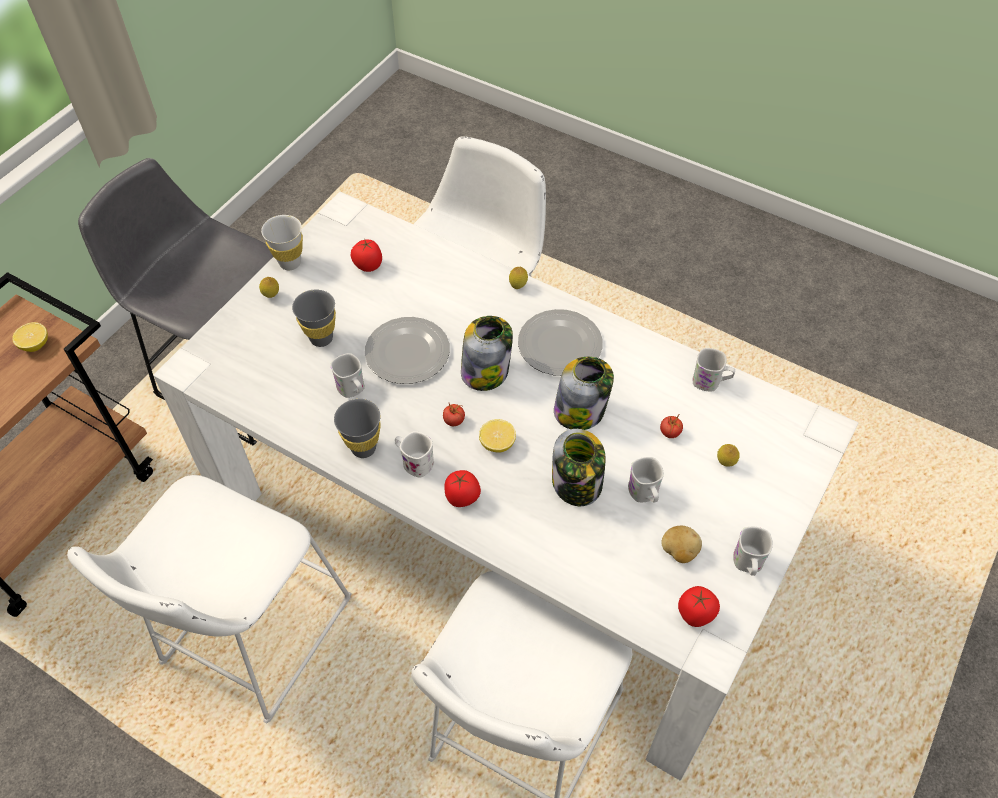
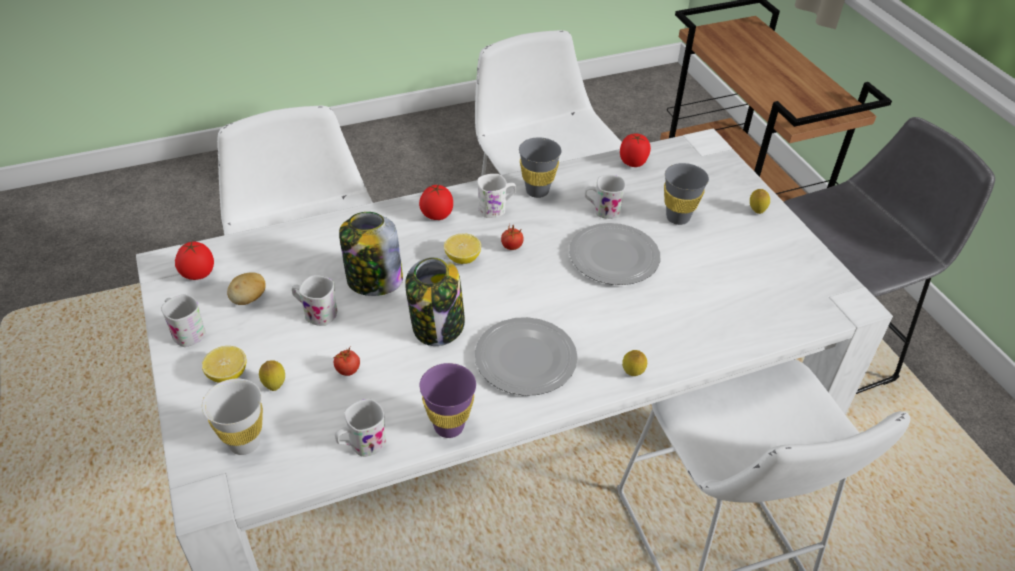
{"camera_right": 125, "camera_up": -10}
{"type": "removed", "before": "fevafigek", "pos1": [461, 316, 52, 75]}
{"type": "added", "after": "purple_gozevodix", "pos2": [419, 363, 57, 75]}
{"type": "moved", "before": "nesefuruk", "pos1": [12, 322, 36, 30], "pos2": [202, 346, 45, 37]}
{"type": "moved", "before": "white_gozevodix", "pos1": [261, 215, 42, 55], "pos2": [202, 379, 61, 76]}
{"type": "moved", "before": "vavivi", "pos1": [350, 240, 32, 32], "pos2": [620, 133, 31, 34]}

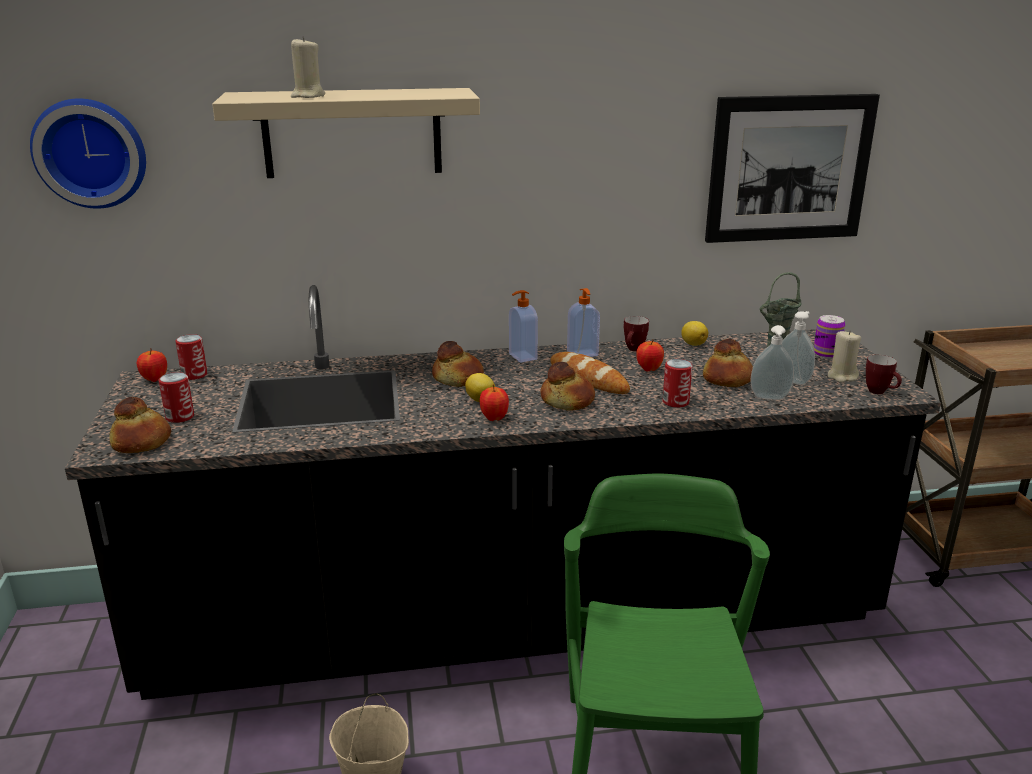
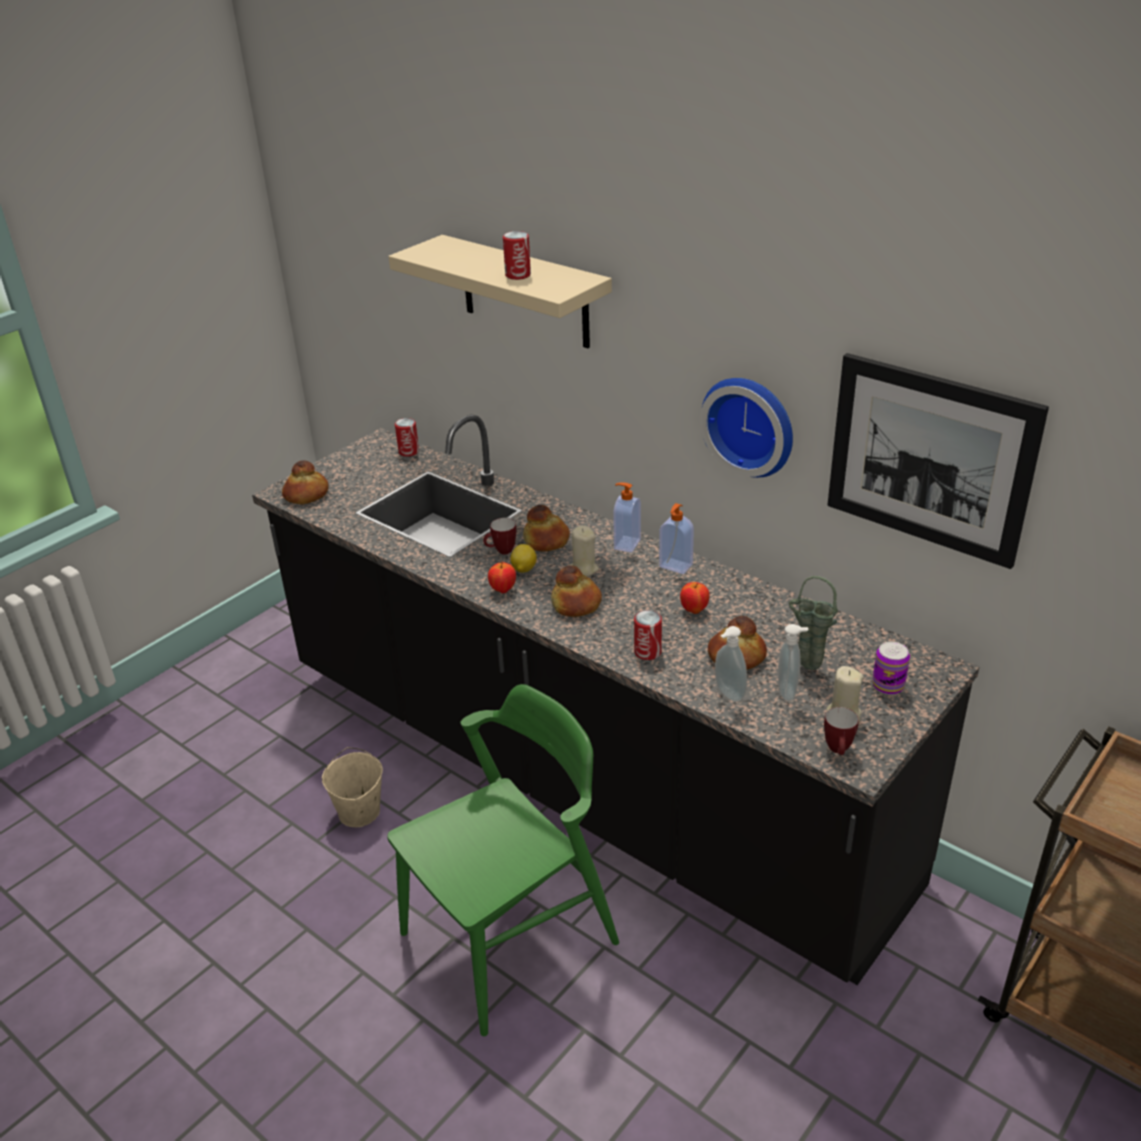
{"camera_right": 50, "camera_up": 10}
{"type": "removed", "before": "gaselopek", "pos1": [137, 348, 30, 34]}
{"type": "removed", "before": "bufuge", "pos1": [550, 352, 80, 42]}
{"type": "removed", "before": "nesefuruk", "pos1": [681, 321, 27, 25]}
{"type": "moved", "before": "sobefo", "pos1": [30, 98, 116, 111], "pos2": [700, 378, 93, 100]}
{"type": "moved", "before": "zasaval", "pos1": [159, 372, 35, 51], "pos2": [503, 231, 28, 49]}
{"type": "moved", "before": "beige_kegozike", "pos1": [291, 36, 34, 62], "pos2": [569, 525, 30, 52]}
{"type": "moved", "before": "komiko", "pos1": [624, 316, 25, 35], "pos2": [483, 518, 33, 37]}

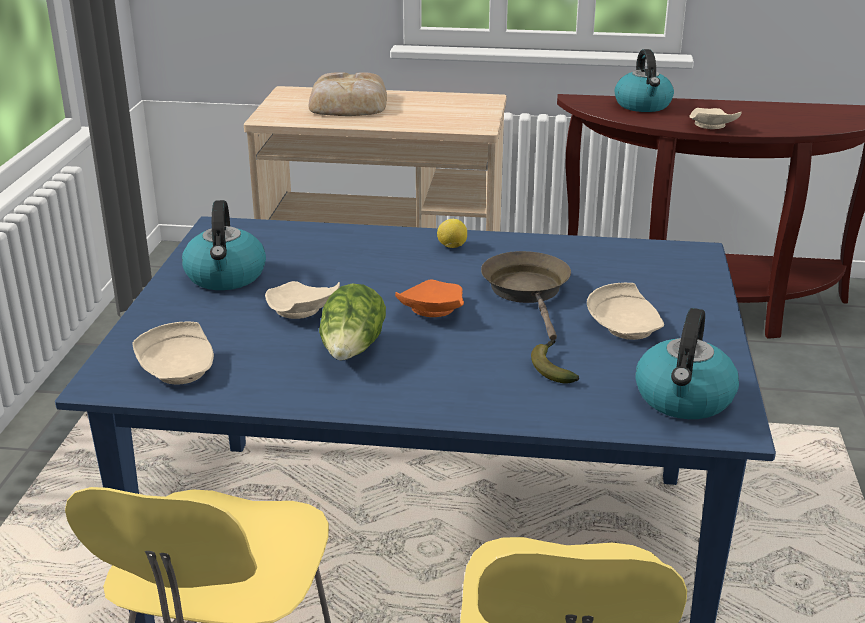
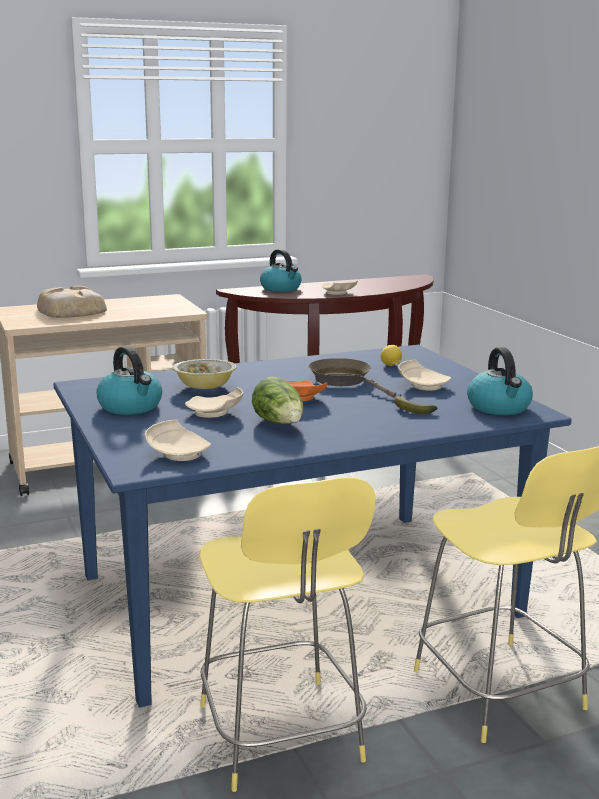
{"camera_right": -30, "camera_up": -10}
{"type": "added", "after": "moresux", "pos2": [172, 359, 65, 30]}
{"type": "moved", "before": "nesefuruk", "pos1": [437, 219, 30, 29], "pos2": [381, 345, 21, 21]}

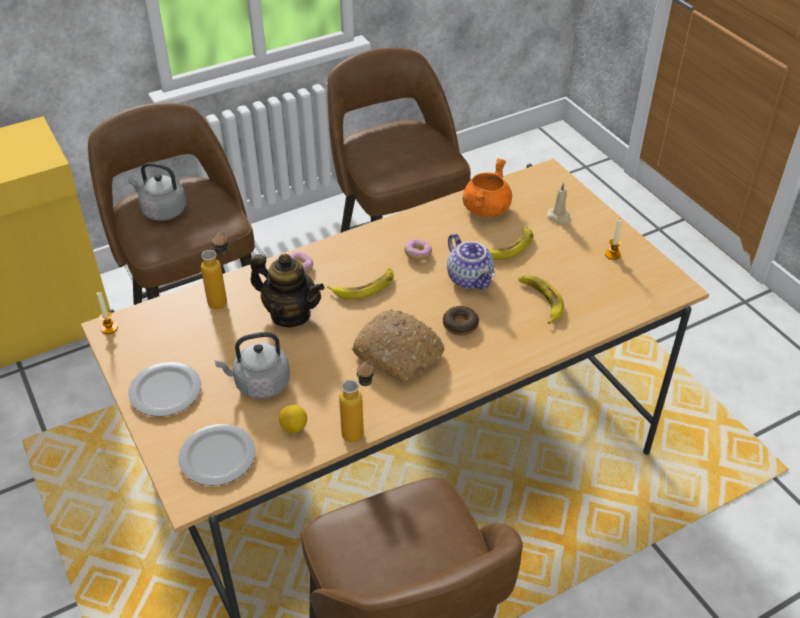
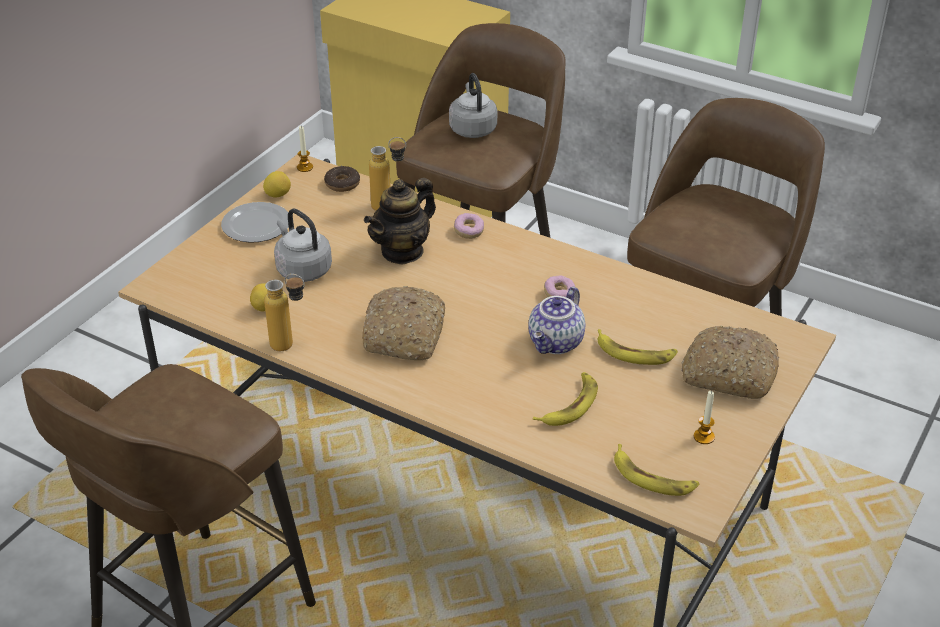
{"camera_right": 60, "camera_up": -5}
{"type": "removed", "before": "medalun", "pos1": [178, 424, 78, 62]}
{"type": "removed", "before": "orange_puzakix", "pos1": [463, 158, 49, 59]}
{"type": "added", "after": "nesefuruk", "pos2": [263, 171, 28, 27]}
{"type": "moved", "before": "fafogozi", "pos1": [327, 268, 67, 31], "pos2": [614, 444, 85, 52]}
{"type": "moved", "before": "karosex", "pos1": [443, 306, 36, 30], "pos2": [324, 166, 36, 26]}
{"type": "replaced", "before": "beige_kegozike", "after": "bufuge", "pos1": [547, 182, 23, 42], "pos2": [681, 326, 98, 73]}
{"type": "turned", "before": "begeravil", "pos1": [250, 253, 74, 74], "pos2": [364, 178, 72, 87], "turn": 45}

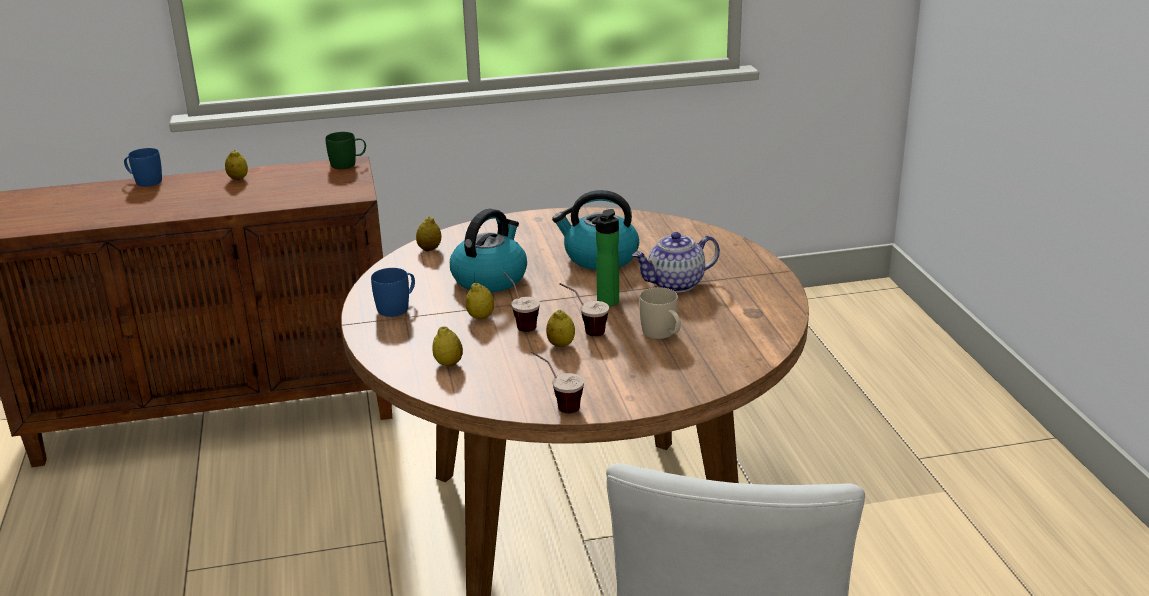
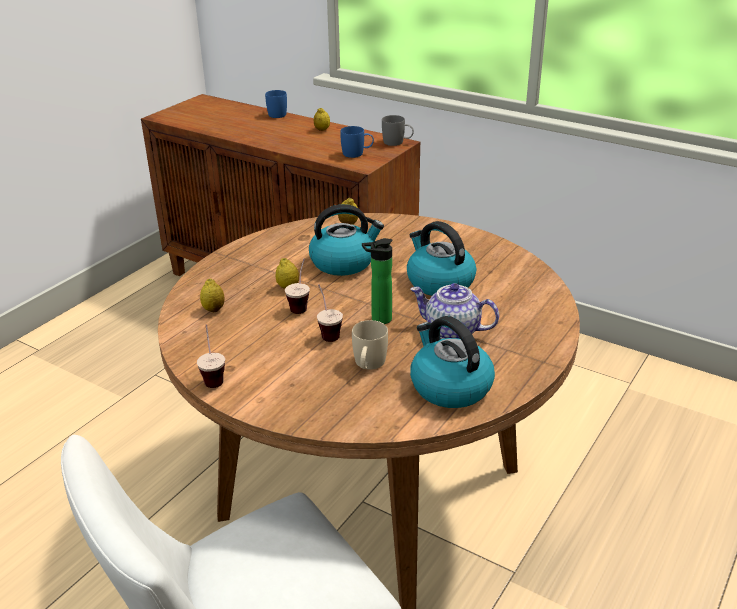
{"camera_right": 45, "camera_up": 5}
{"type": "removed", "before": "nesefuruk", "pos1": [546, 310, 29, 37]}
{"type": "added", "after": "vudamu", "pos2": [410, 316, 85, 92]}
{"type": "moved", "before": "blue_komiko", "pos1": [371, 268, 44, 49], "pos2": [340, 126, 34, 32]}
{"type": "recoloured", "before": "green_komiko", "after": "grey_komiko", "pos1": [325, 132, 41, 37], "pos2": [382, 115, 32, 31]}

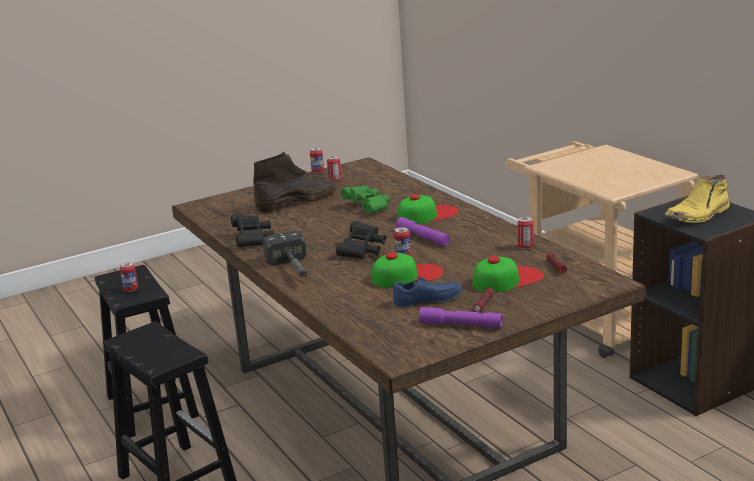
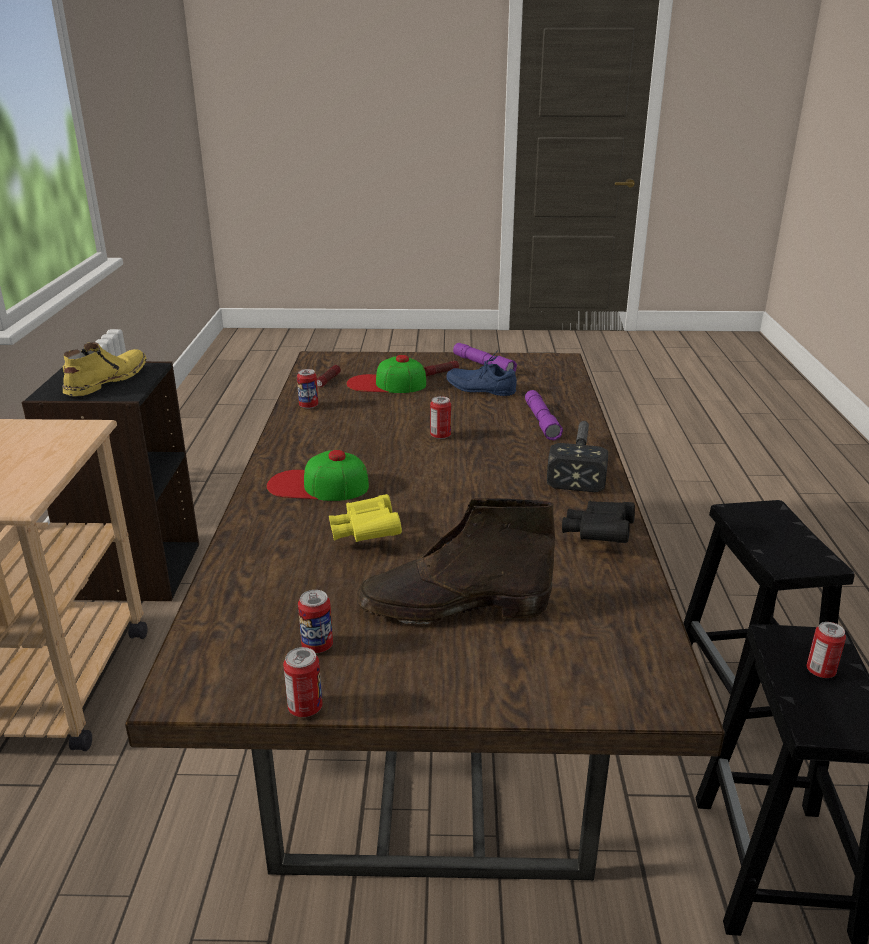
{"camera_right": -150, "camera_up": 5}
{"type": "removed", "before": "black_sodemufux", "pos1": [336, 221, 50, 38]}
{"type": "removed", "before": "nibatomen", "pos1": [372, 252, 72, 36]}
{"type": "moved", "before": "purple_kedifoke", "pos1": [396, 217, 54, 29], "pos2": [525, 390, 38, 51]}
{"type": "recoloured", "before": "green_sodemufux", "after": "yellow_sodemufux", "pos1": [341, 185, 49, 29], "pos2": [329, 494, 73, 48]}
{"type": "turned", "before": "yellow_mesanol", "pos1": [665, 174, 65, 49], "pos2": [62, 342, 85, 55], "turn": -60}

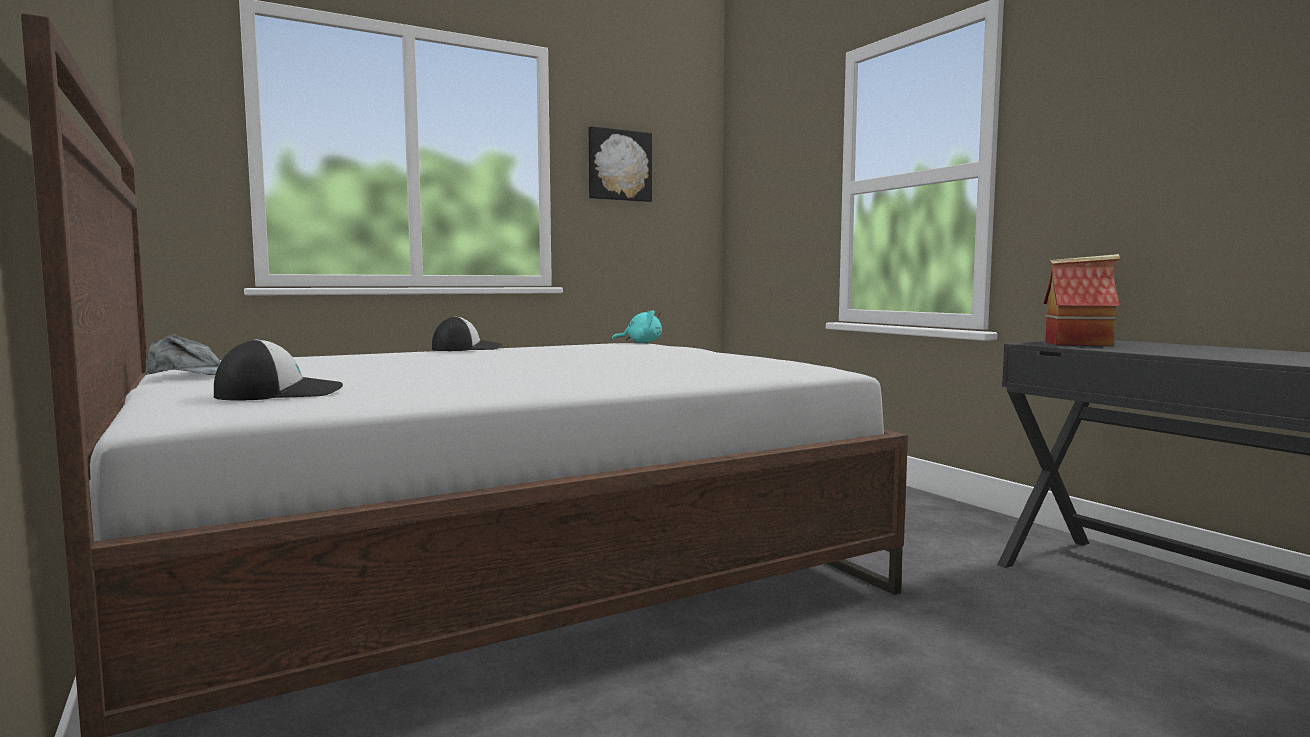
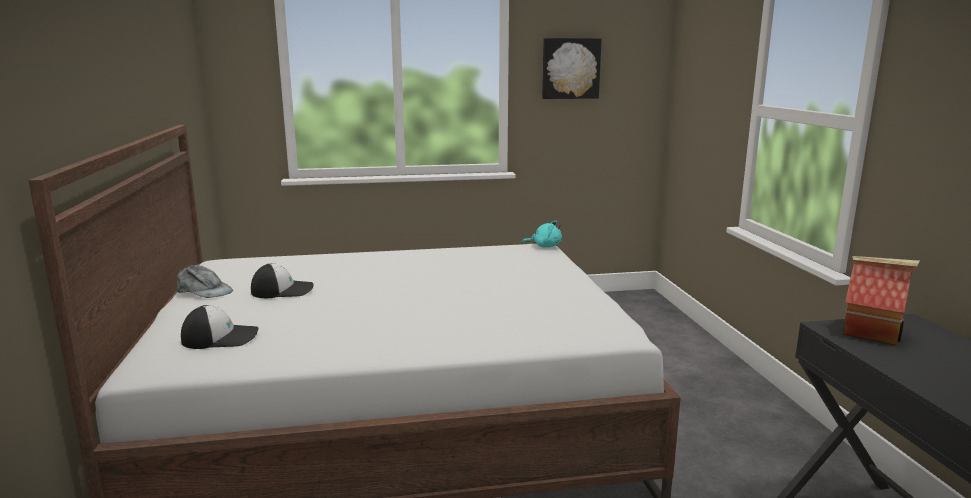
{"camera_right": 20, "camera_up": 10}
{"type": "moved", "before": "nibatomen", "pos1": [432, 316, 71, 35], "pos2": [251, 263, 63, 35]}

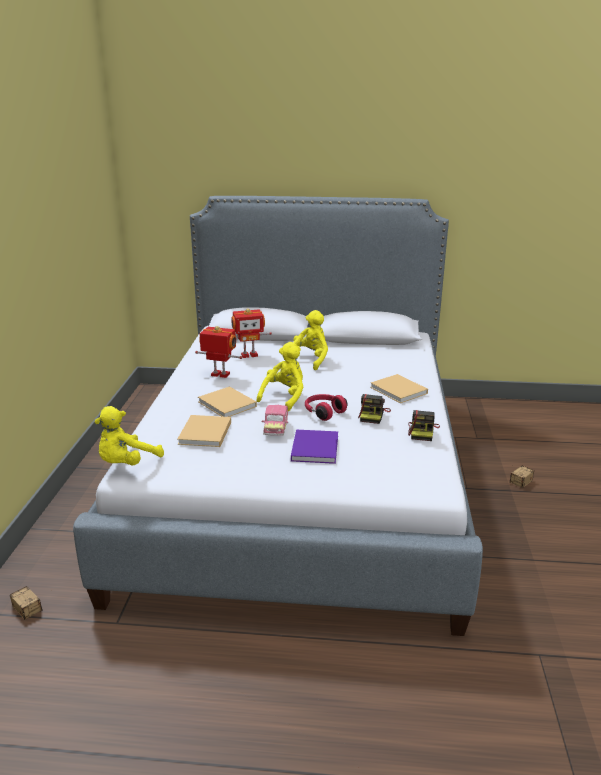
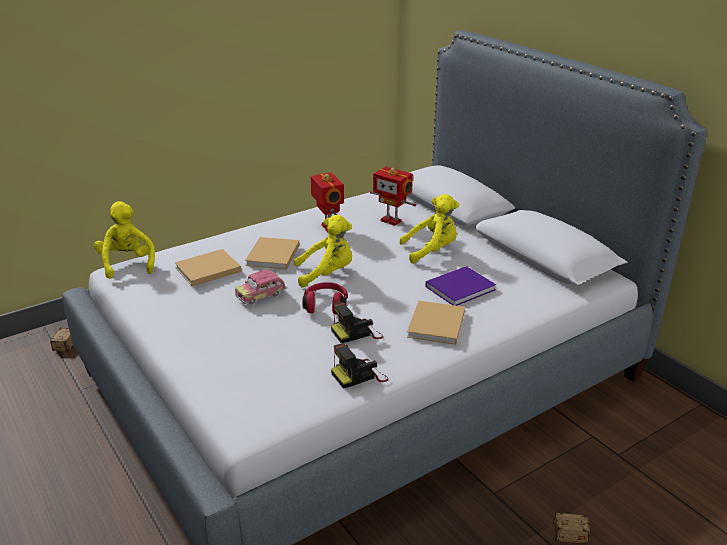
{"camera_right": 50, "camera_up": 5}
{"type": "moved", "before": "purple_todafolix", "pos1": [291, 430, 47, 34], "pos2": [425, 266, 71, 40]}
{"type": "turned", "before": "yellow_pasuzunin", "pos1": [95, 406, 69, 59], "pos2": [94, 201, 61, 78], "turn": 75}

